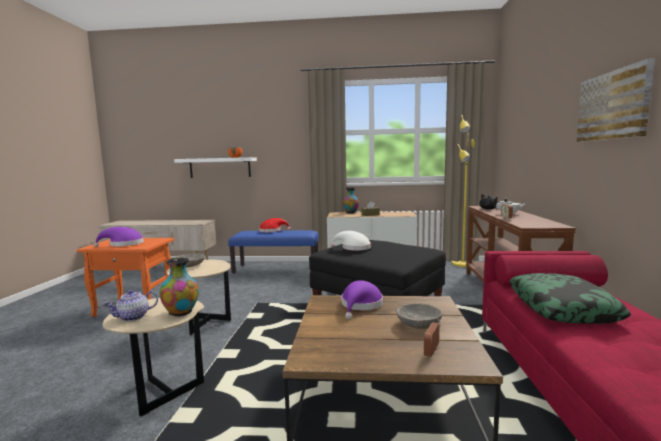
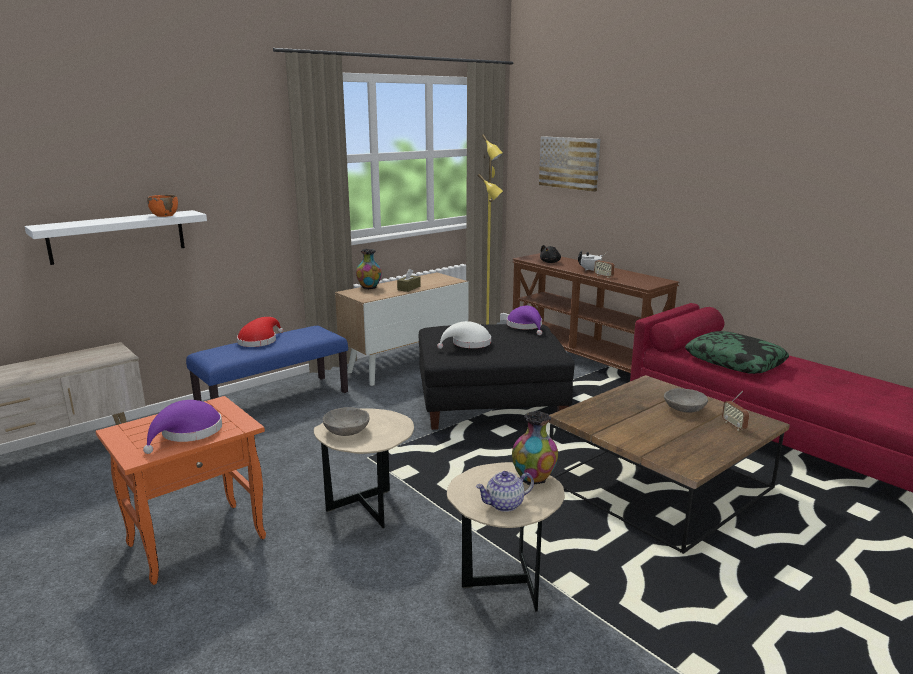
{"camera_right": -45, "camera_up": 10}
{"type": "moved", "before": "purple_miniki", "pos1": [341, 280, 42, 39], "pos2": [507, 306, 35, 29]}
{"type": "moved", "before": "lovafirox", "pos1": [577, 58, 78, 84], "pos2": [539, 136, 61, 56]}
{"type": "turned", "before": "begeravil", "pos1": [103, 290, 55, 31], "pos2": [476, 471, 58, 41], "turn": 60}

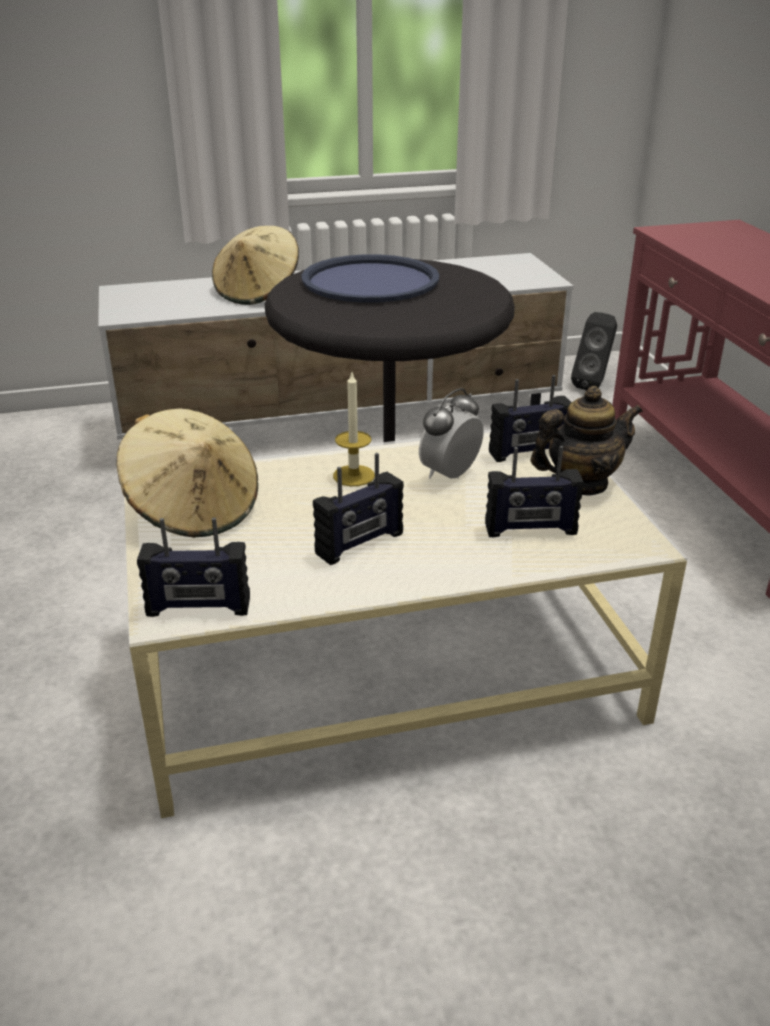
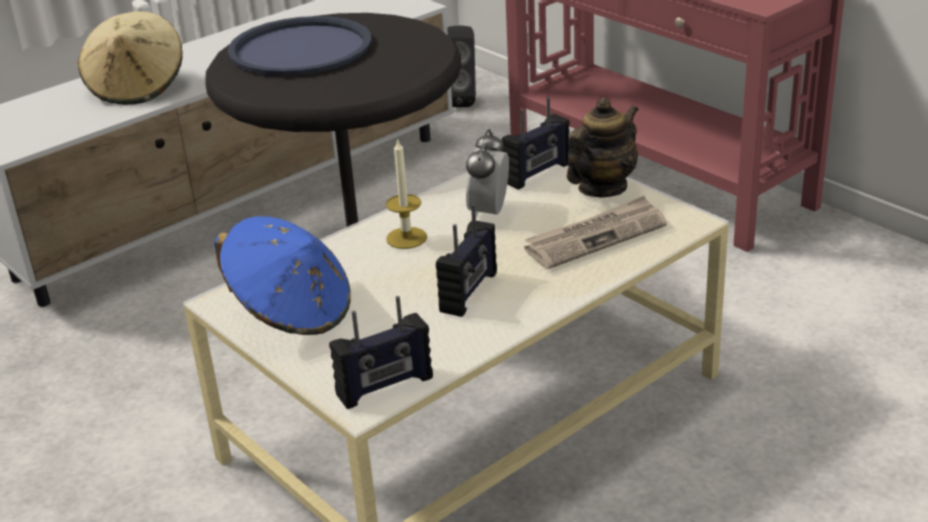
{"camera_right": -25, "camera_up": 0}
{"type": "replaced", "before": "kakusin", "after": "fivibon", "pos1": [485, 446, 99, 91], "pos2": [525, 196, 142, 73]}
{"type": "recoloured", "before": "beige_miniki", "after": "blue_miniki", "pos1": [117, 408, 141, 130], "pos2": [214, 216, 137, 119]}

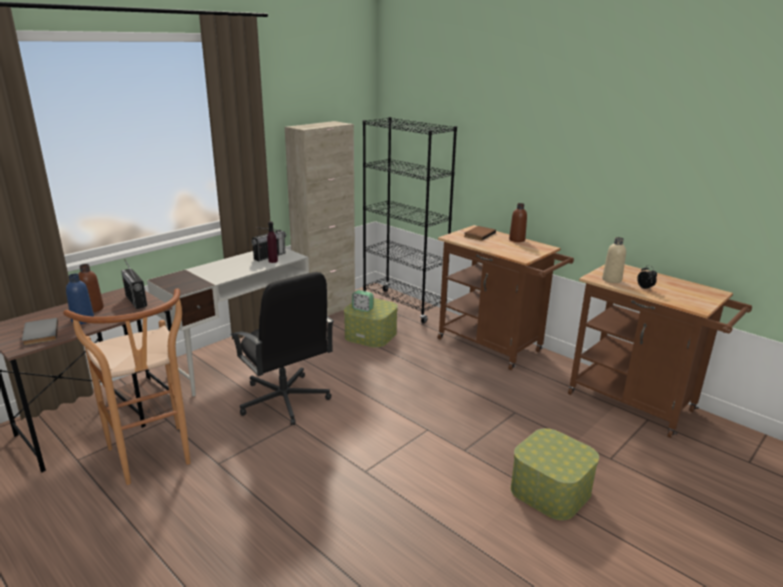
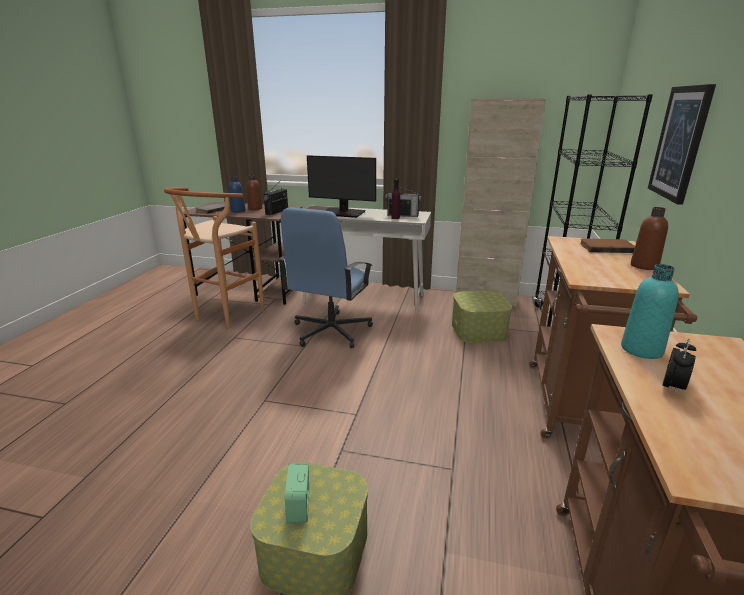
{"camera_right": 60, "camera_up": 0}
{"type": "added", "after": "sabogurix", "pos2": [307, 155, 69, 63]}
{"type": "added", "after": "lovafirox", "pos2": [648, 84, 68, 121]}
{"type": "moved", "before": "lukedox", "pos1": [352, 290, 22, 22], "pos2": [285, 464, 24, 59]}
{"type": "recoloured", "before": "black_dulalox", "after": "blue_dulalox", "pos1": [230, 272, 104, 153], "pos2": [278, 208, 95, 140]}
{"type": "recoloured", "before": "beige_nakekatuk", "after": "turquoise_nakekatuk", "pos1": [602, 237, 24, 46], "pos2": [621, 264, 58, 95]}

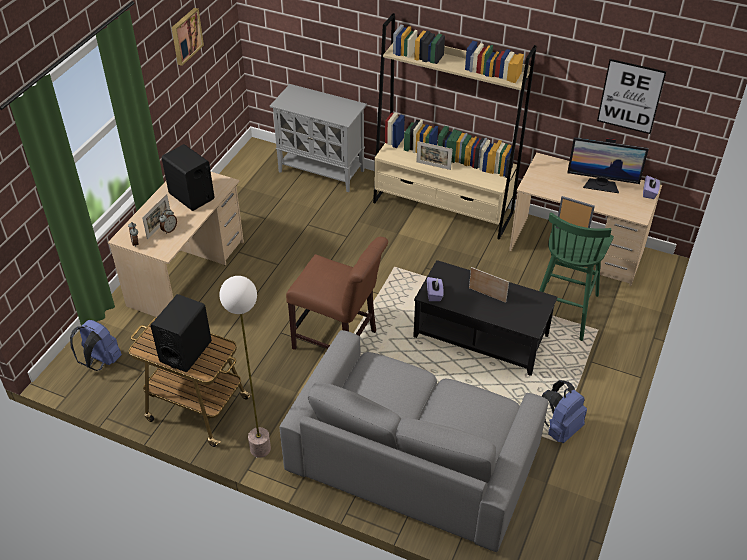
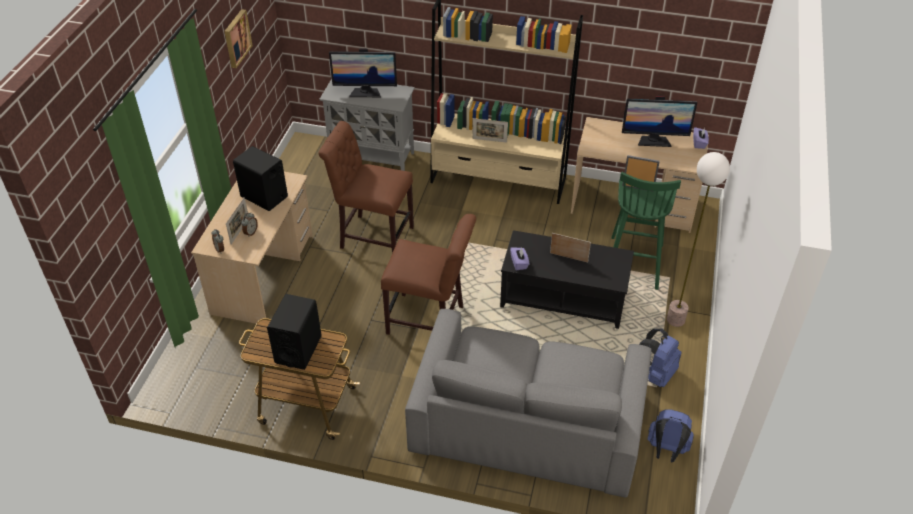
{"camera_right": -10, "camera_up": 0}
{"type": "removed", "before": "lovafirox", "pos1": [597, 59, 69, 75]}
{"type": "added", "after": "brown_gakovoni", "pos2": [318, 121, 96, 132]}
{"type": "added", "after": "sabogurix", "pos2": [329, 48, 68, 49]}
{"type": "moved", "before": "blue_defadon", "pos1": [70, 320, 52, 51], "pos2": [647, 409, 47, 53]}
{"type": "moved", "before": "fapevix", "pos1": [219, 276, 52, 182], "pos2": [667, 152, 63, 175]}

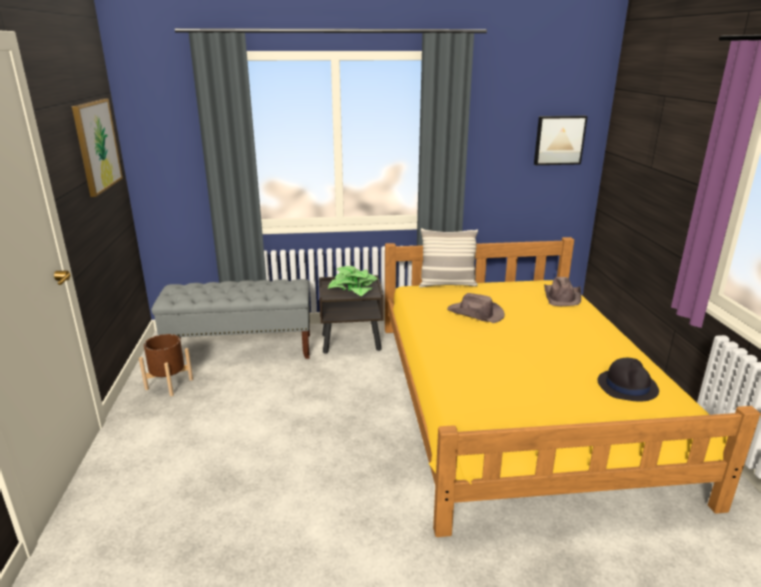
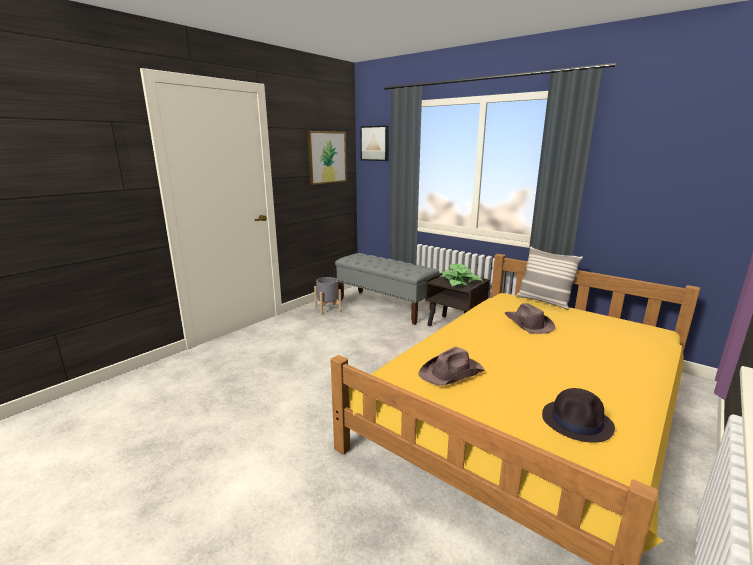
{"camera_right": 45, "camera_up": -5}
{"type": "moved", "before": "lovafirox", "pos1": [534, 116, 54, 49], "pos2": [360, 126, 29, 35]}
{"type": "moved", "before": "brown_miniki", "pos1": [544, 277, 37, 29], "pos2": [419, 347, 66, 39]}
{"type": "recoloured", "before": "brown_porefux", "after": "grey_porefux", "pos1": [139, 334, 54, 62], "pos2": [314, 277, 28, 38]}

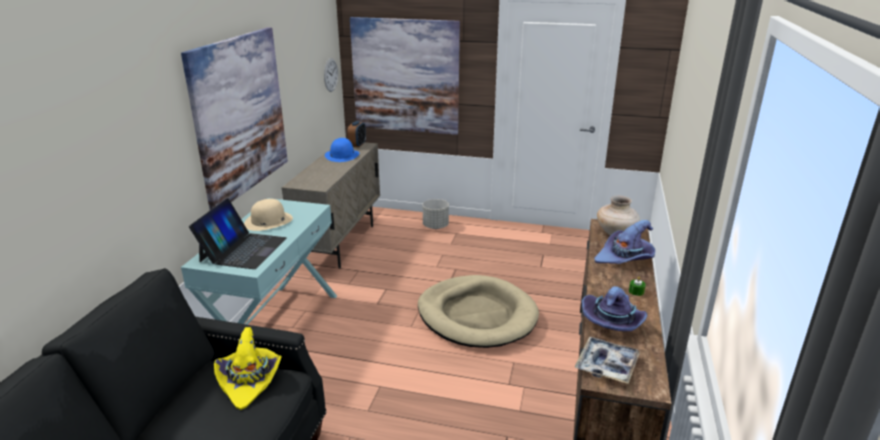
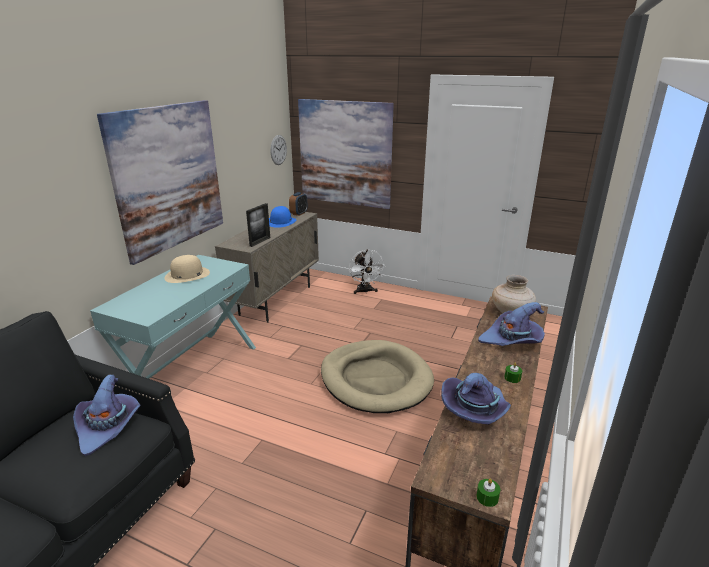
{"camera_right": 10, "camera_up": 0}
{"type": "removed", "before": "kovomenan", "pos1": [189, 198, 98, 71]}
{"type": "removed", "before": "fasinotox", "pos1": [575, 337, 66, 47]}
{"type": "added", "after": "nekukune", "pos2": [246, 203, 24, 44]}
{"type": "added", "after": "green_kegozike", "pos2": [476, 479, 24, 28]}
{"type": "replaced", "before": "grey_porefux", "after": "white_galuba", "pos1": [423, 199, 26, 30], "pos2": [349, 249, 36, 45]}
{"type": "recoloured", "before": "yellow_miniki", "after": "purple_miniki", "pos1": [214, 327, 68, 83], "pos2": [73, 374, 67, 82]}

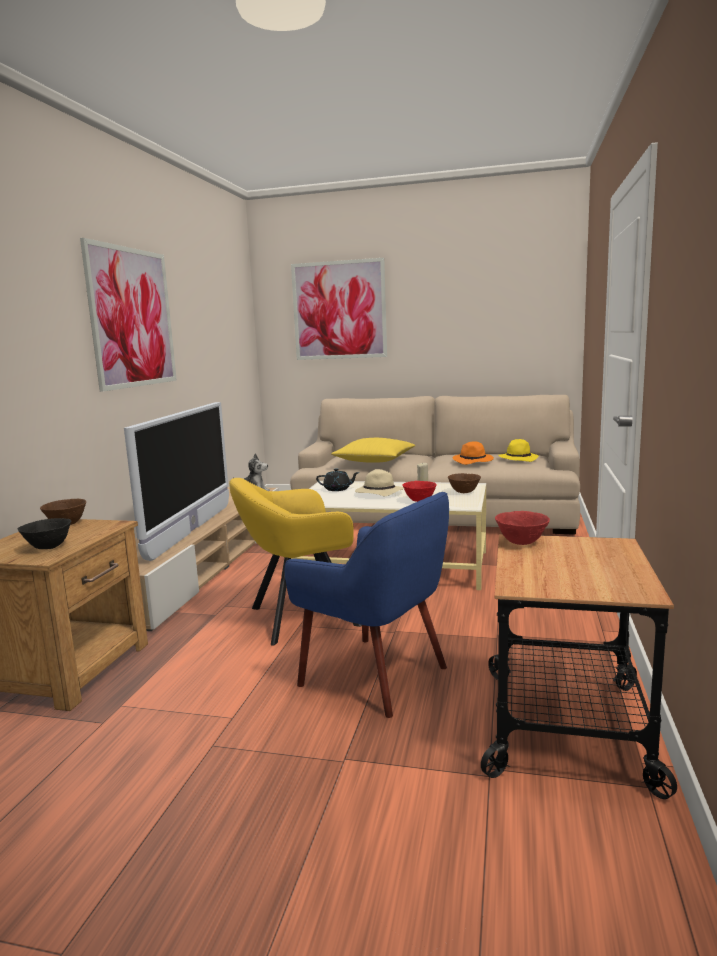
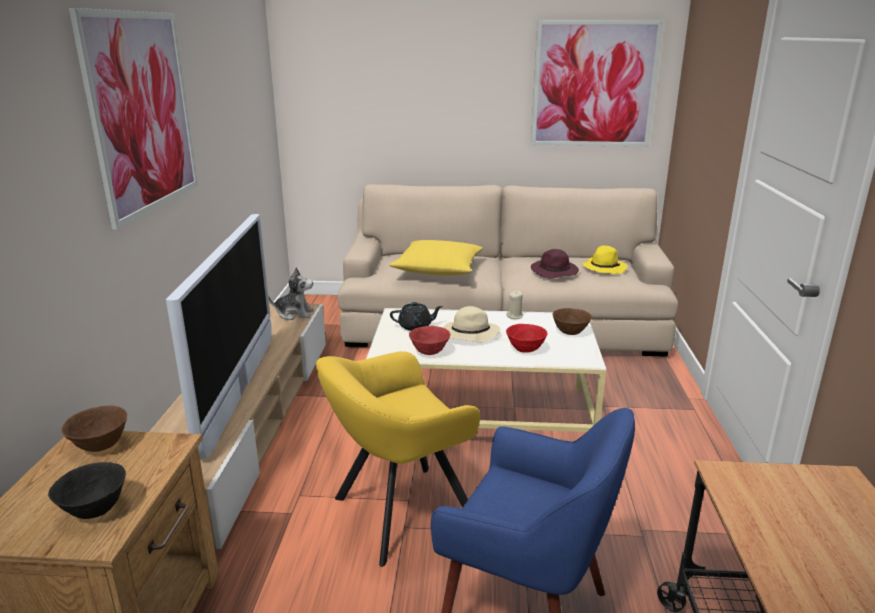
{"camera_right": -10, "camera_up": 10}
{"type": "moved", "before": "lovafirox", "pos1": [291, 258, 96, 102], "pos2": [531, 20, 133, 127]}
{"type": "moved", "before": "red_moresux", "pos1": [495, 511, 55, 34], "pos2": [409, 326, 42, 29]}
{"type": "recoloured", "before": "orange_miniki", "after": "purple_miniki", "pos1": [453, 442, 41, 23], "pos2": [531, 249, 48, 30]}

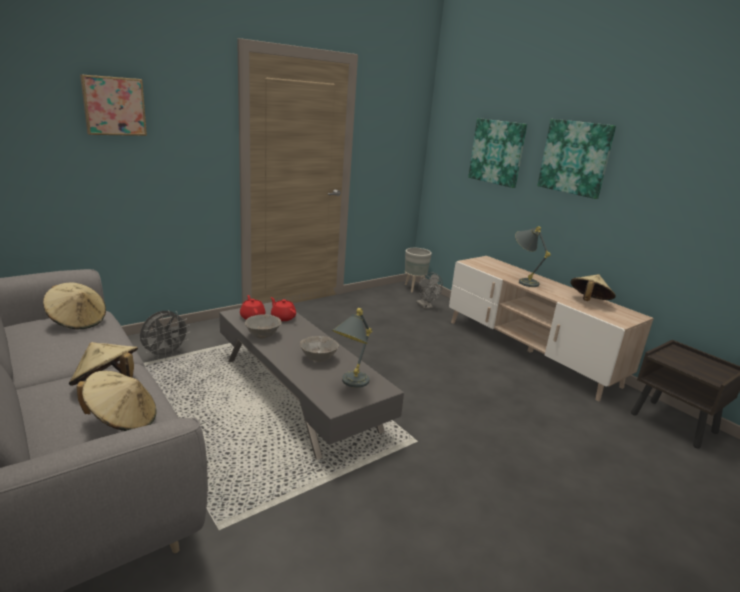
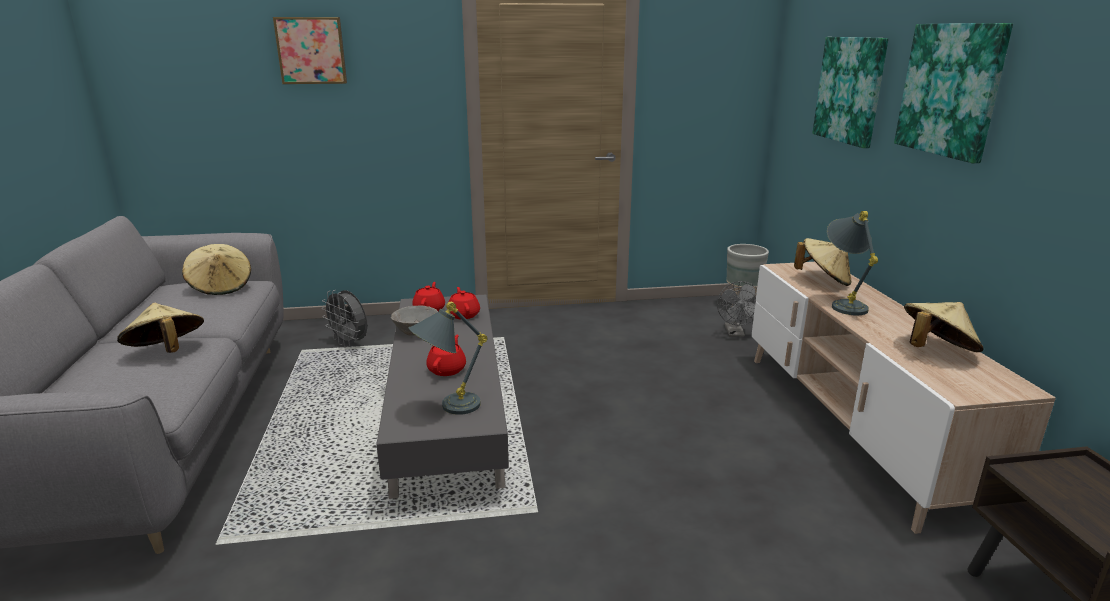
{"camera_right": 30, "camera_up": 0}
{"type": "moved", "before": "beige_miniki", "pos1": [77, 371, 80, 60], "pos2": [794, 238, 58, 48]}
{"type": "replaced", "before": "grey_moresux", "after": "red_begeravil", "pos1": [300, 336, 39, 26], "pos2": [427, 335, 39, 41]}
{"type": "turned", "before": "grey_galuba", "pos1": [140, 311, 50, 48], "pos2": [321, 290, 46, 58], "turn": 60}

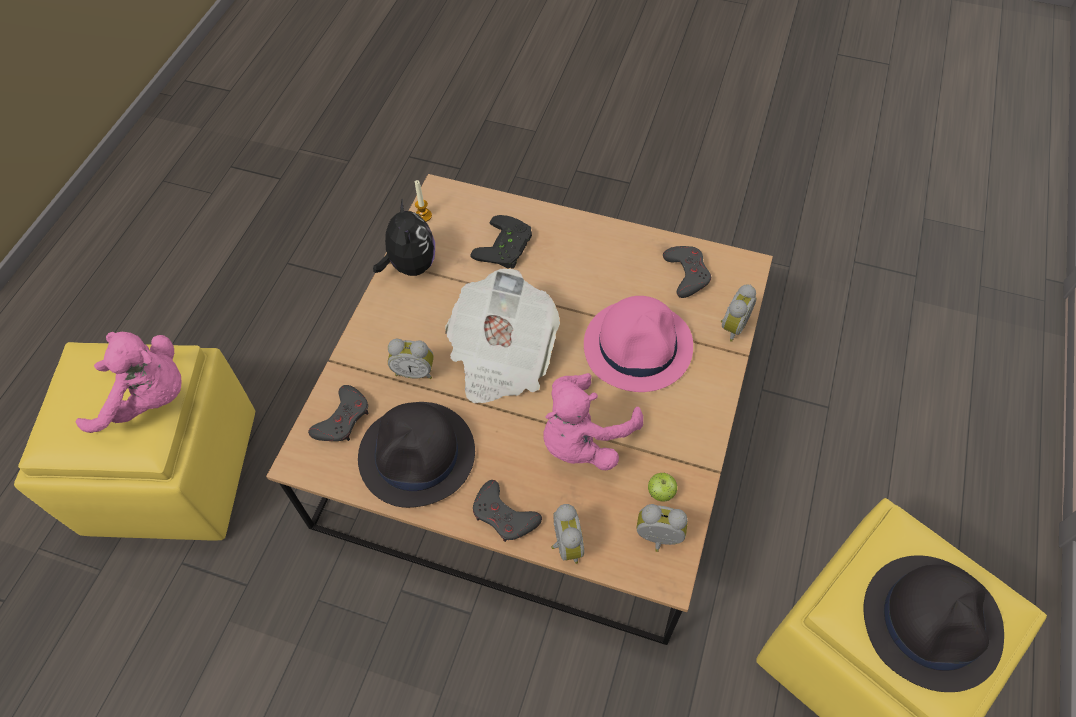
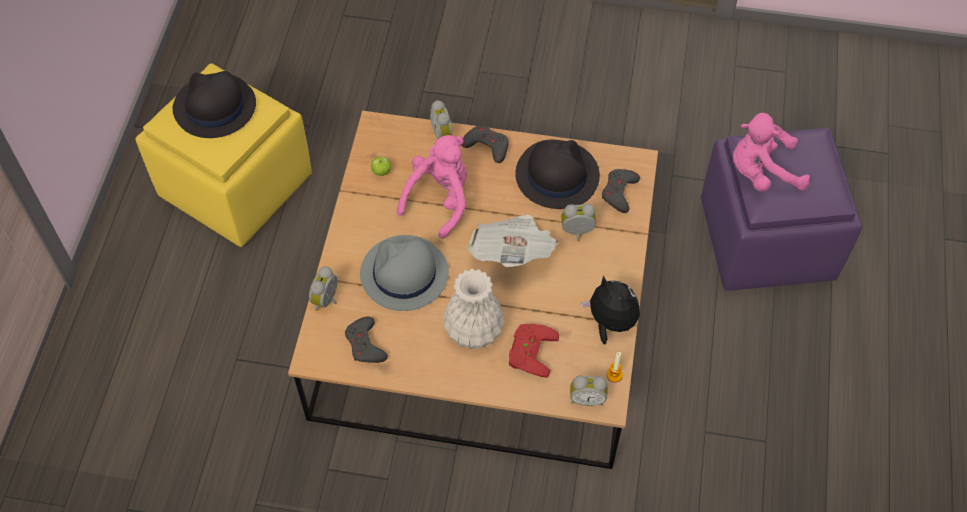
{"camera_right": 170, "camera_up": 0}
{"type": "added", "after": "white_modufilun", "pos2": [443, 269, 61, 80]}
{"type": "moved", "before": "lukedox", "pos1": [637, 504, 51, 48], "pos2": [570, 375, 37, 31]}
{"type": "recoloured", "before": "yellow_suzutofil", "after": "purple_suzutofil", "pos1": [14, 342, 241, 198], "pos2": [701, 128, 161, 163]}
{"type": "recoloured", "before": "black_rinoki", "after": "red_rinoki", "pos1": [470, 215, 62, 54], "pos2": [509, 324, 50, 54]}
{"type": "recoloured", "before": "pink_miniki", "after": "grey_miniki", "pos1": [584, 296, 109, 96], "pos2": [360, 235, 89, 76]}
{"type": "turned", "before": "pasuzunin", "pos1": [373, 198, 62, 78], "pos2": [581, 275, 59, 69], "turn": 150}

